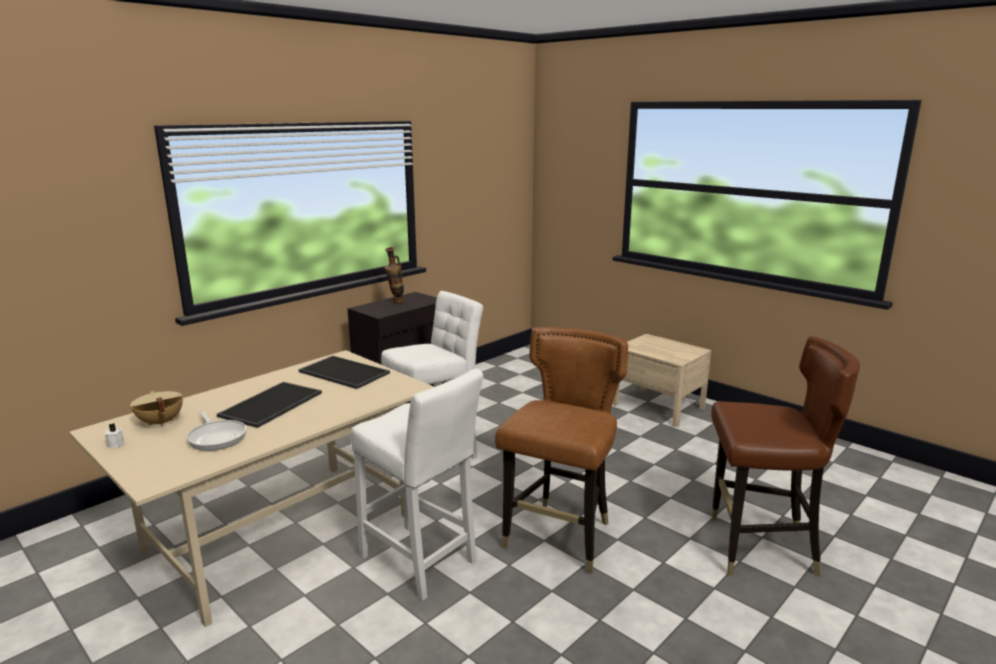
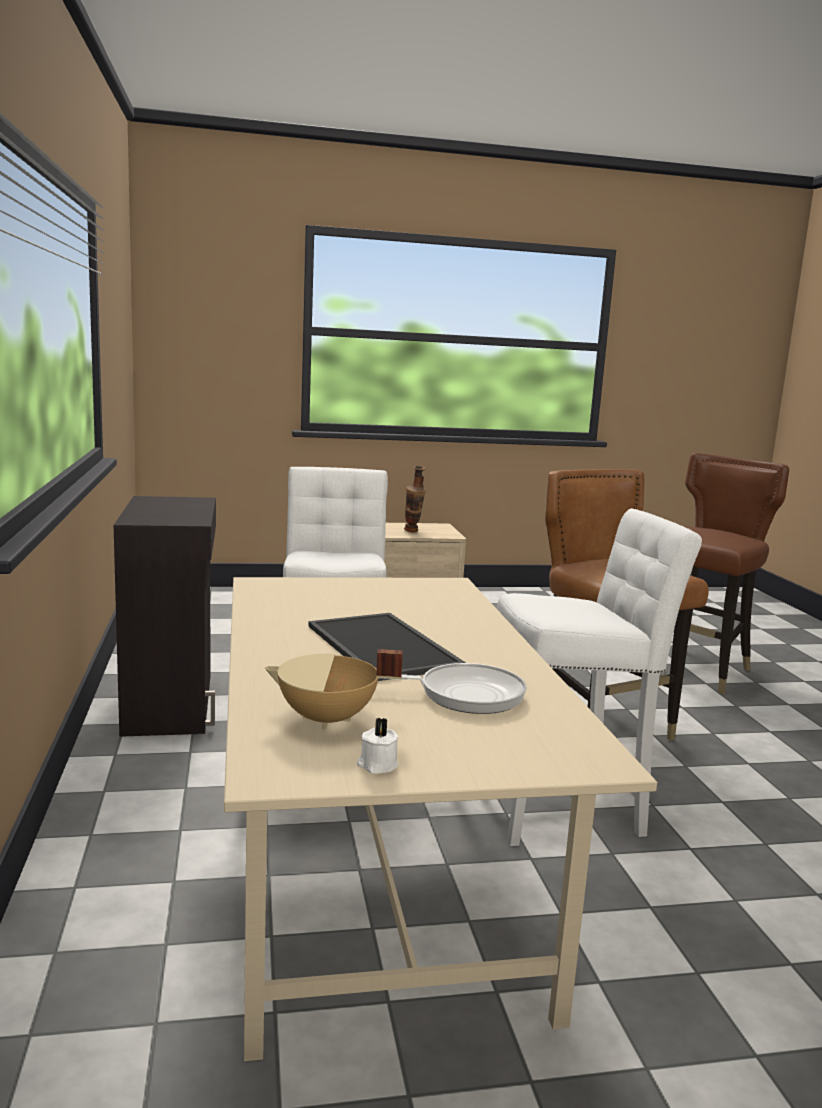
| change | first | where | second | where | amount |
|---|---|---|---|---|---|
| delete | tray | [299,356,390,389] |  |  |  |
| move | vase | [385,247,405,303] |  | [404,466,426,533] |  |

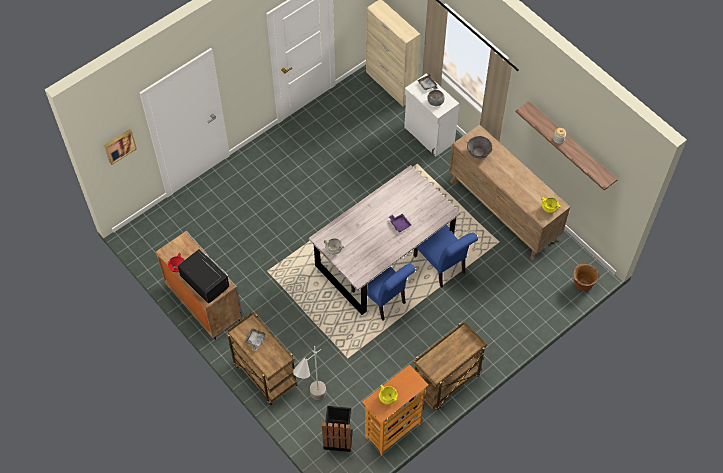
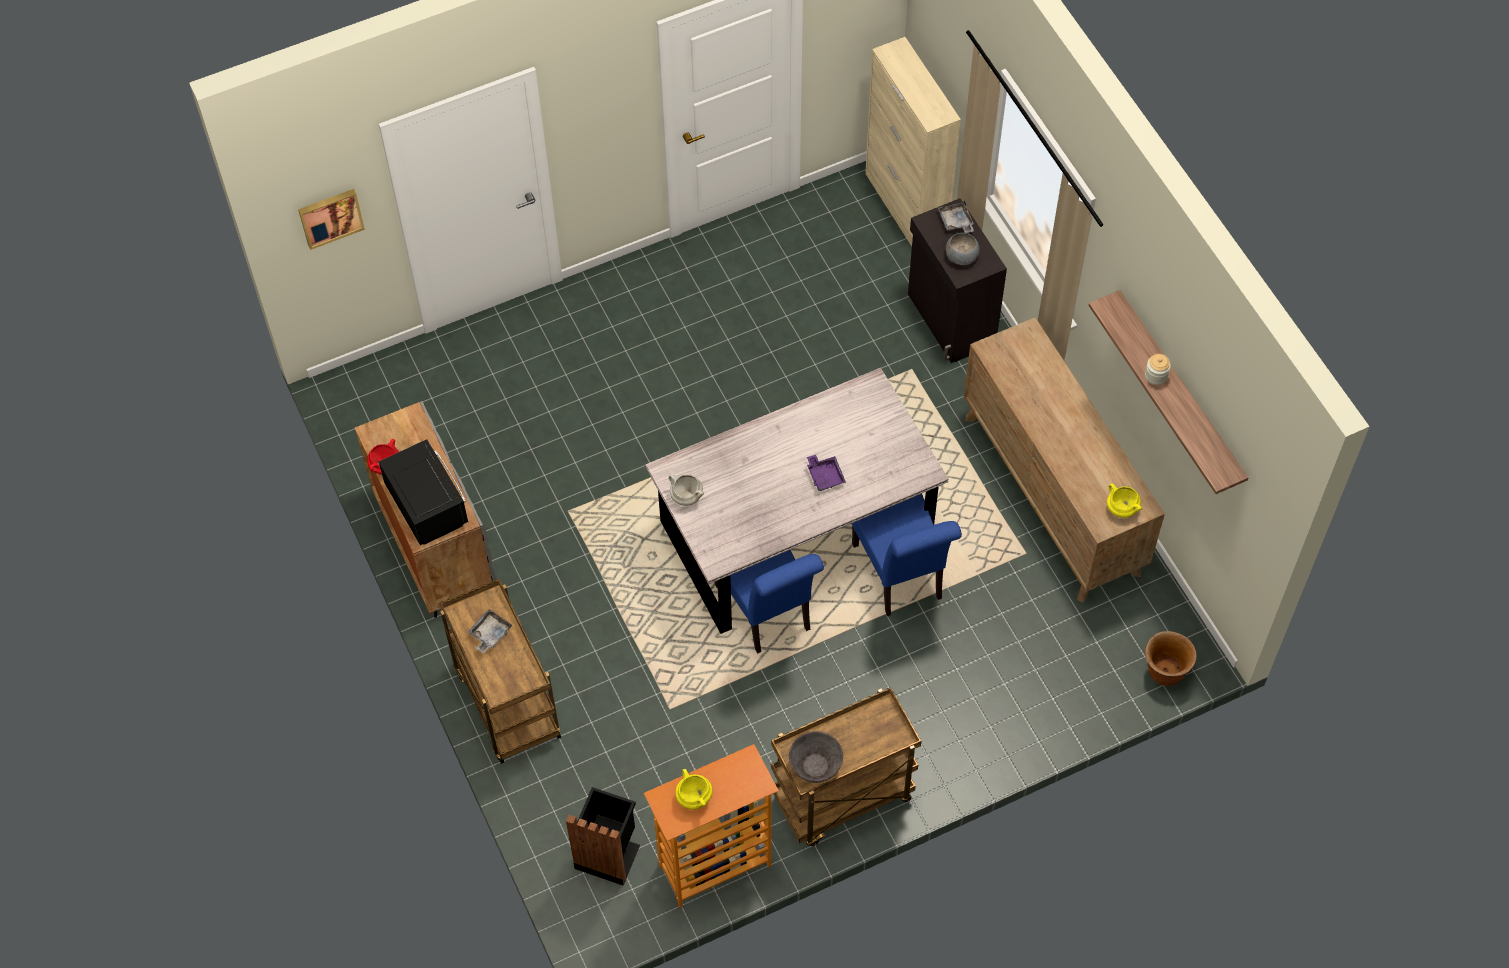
| change | first | where | second | where | amount |
|---|---|---|---|---|---|
| delete | gray standing lamp | [293,346,326,400] |  |  |  |
| move | gray bowl | [467,136,492,159] |  | [789,731,843,783] |  |
| recolor | white-coloured cabinet | [404,74,459,157] | black-coloured cabinet | [908,198,1007,363] |  |

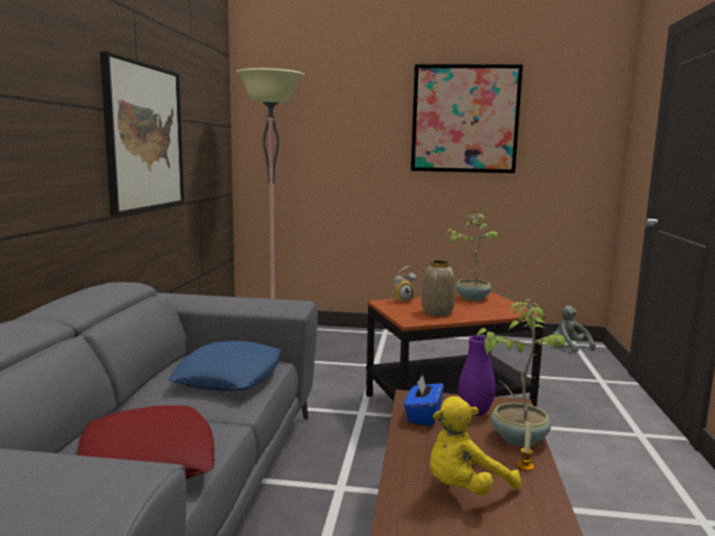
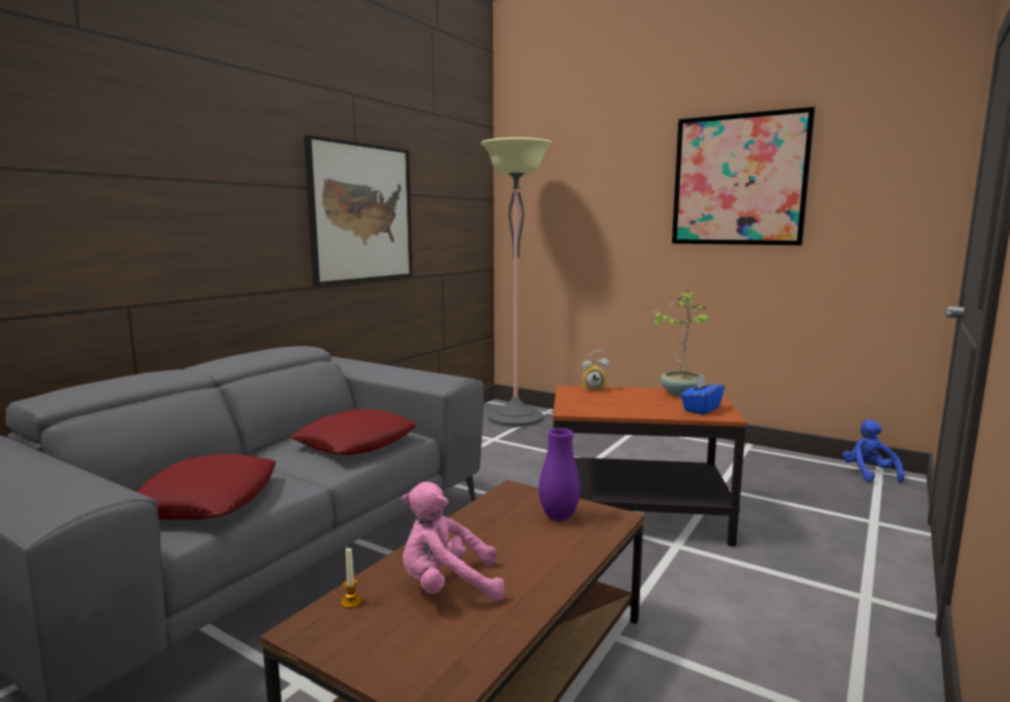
| change | first | where | second | where | amount |
|---|---|---|---|---|---|
| delete | vase | [422,260,455,316] |  |  |  |
| delete | potted plant | [476,299,569,447] |  |  |  |
| move | blue-coloured tissue holder | [404,374,444,426] |  | [681,374,724,415] |  |
| move | candle | [517,422,534,471] |  | [341,547,362,608] |  |
| recolor | blue-coloured pillow | [169,341,282,391] | red pillow | [291,409,417,455] |  |
| recolor | yellow-coloured plush toy | [430,396,521,496] | pink-coloured plush toy | [402,482,504,601] |  |
| recolor | gray plush toy | [552,305,595,353] | blue-coloured plush toy | [842,419,904,483] |  |

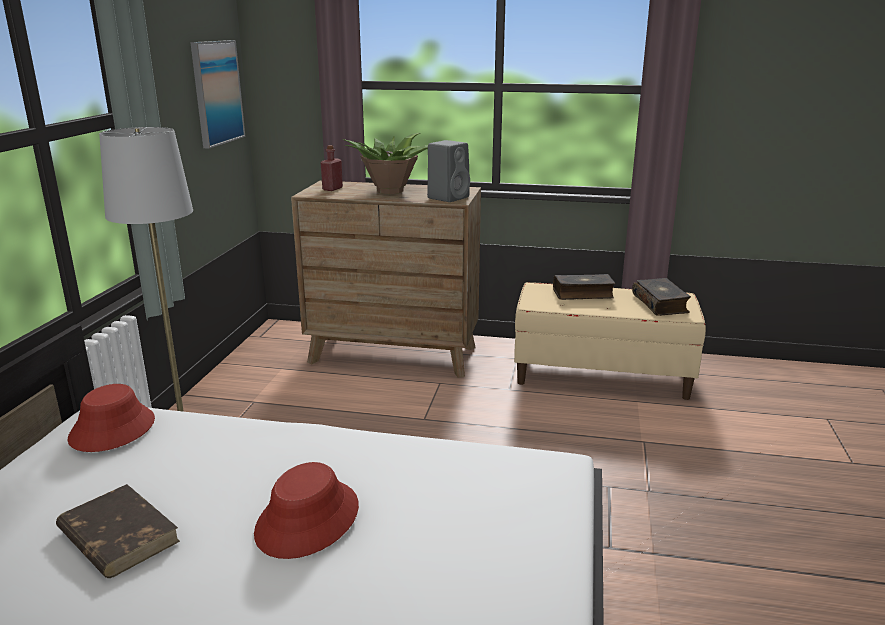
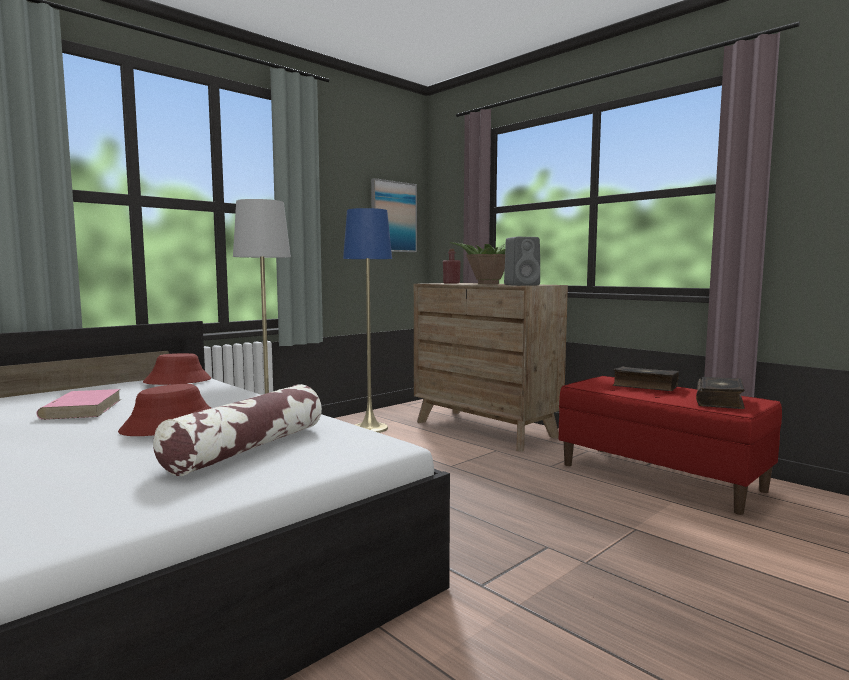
| change | first | where | second | where | amount |
|---|---|---|---|---|---|
| insert |  |  | pillow | [153,384,322,476] |  |
| insert |  |  | blue-coloured standing lamp | [343,208,392,433] |  |
| recolor | brown bound book | [56,484,180,578] | pink-coloured bound book | [36,389,121,420] |  |
| recolor | beige indoor bench | [514,282,706,400] | red indoor bench | [559,376,782,515] |  |

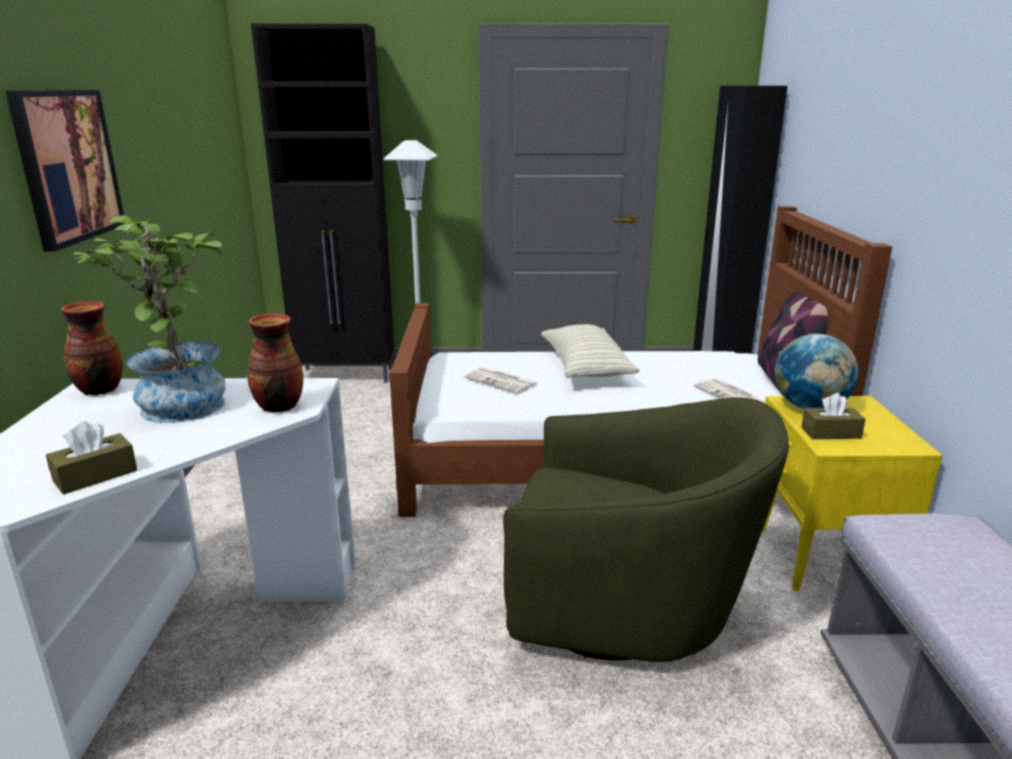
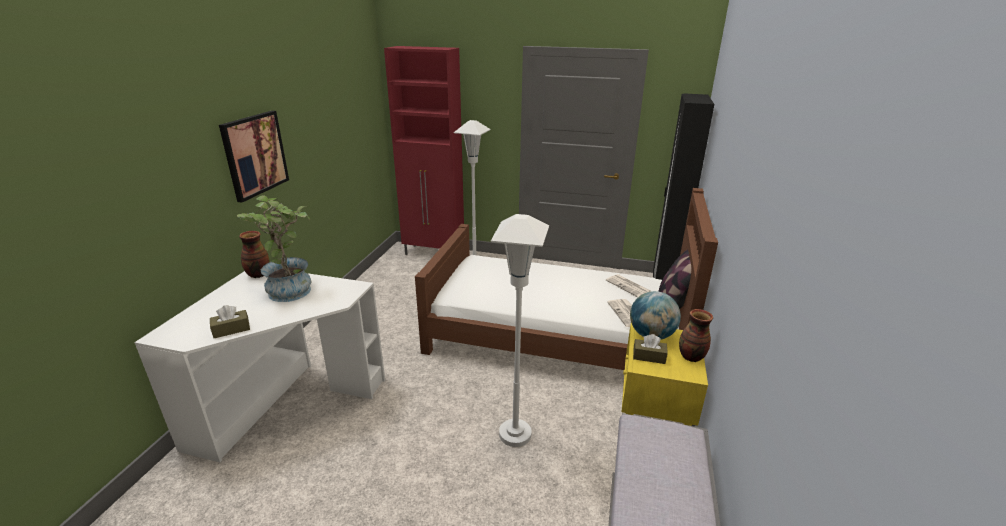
| change | first | where | second | where | amount |
|---|---|---|---|---|---|
| delete | pillow | [541,324,639,378] |  |  |  |
| move | vase | [248,314,303,413] |  | [679,309,713,362] |  |
| move | newspaper | [464,367,538,394] |  | [606,274,651,297] |  |
| replace | green armchair | [503,397,789,662] | white-coloured standing lamp | [491,214,549,447] |  |
| recolor | black-coloured cabinet | [251,24,394,382] | red cabinet | [384,46,464,255] |  |

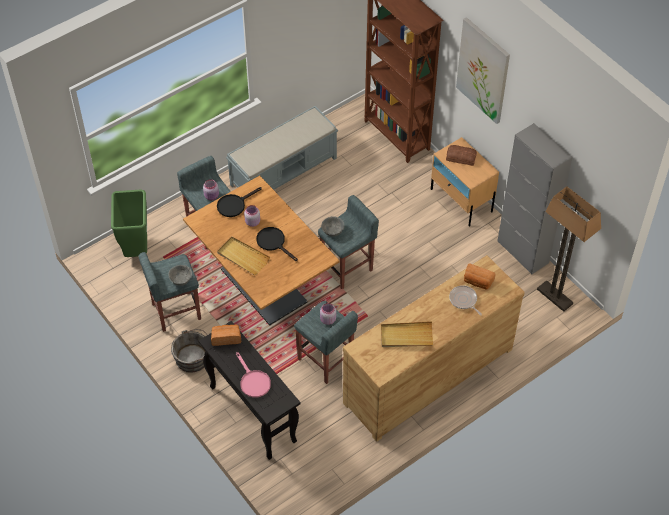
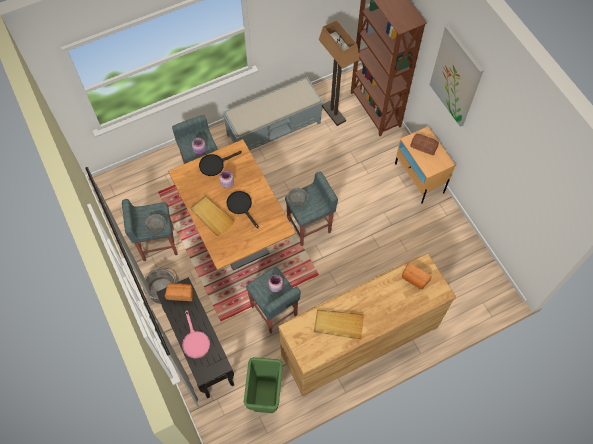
| change | first | where | second | where | amount |
|---|---|---|---|---|---|
| delete | frying pan | [449,285,482,316] |  |  |  |
| delete | gray cabinet | [497,123,573,275] |  |  |  |
| move | green trash can | [111,190,147,257] |  | [244,357,283,413] |  |
| move | standing lamp | [537,186,601,312] |  | [319,20,360,126] |  |

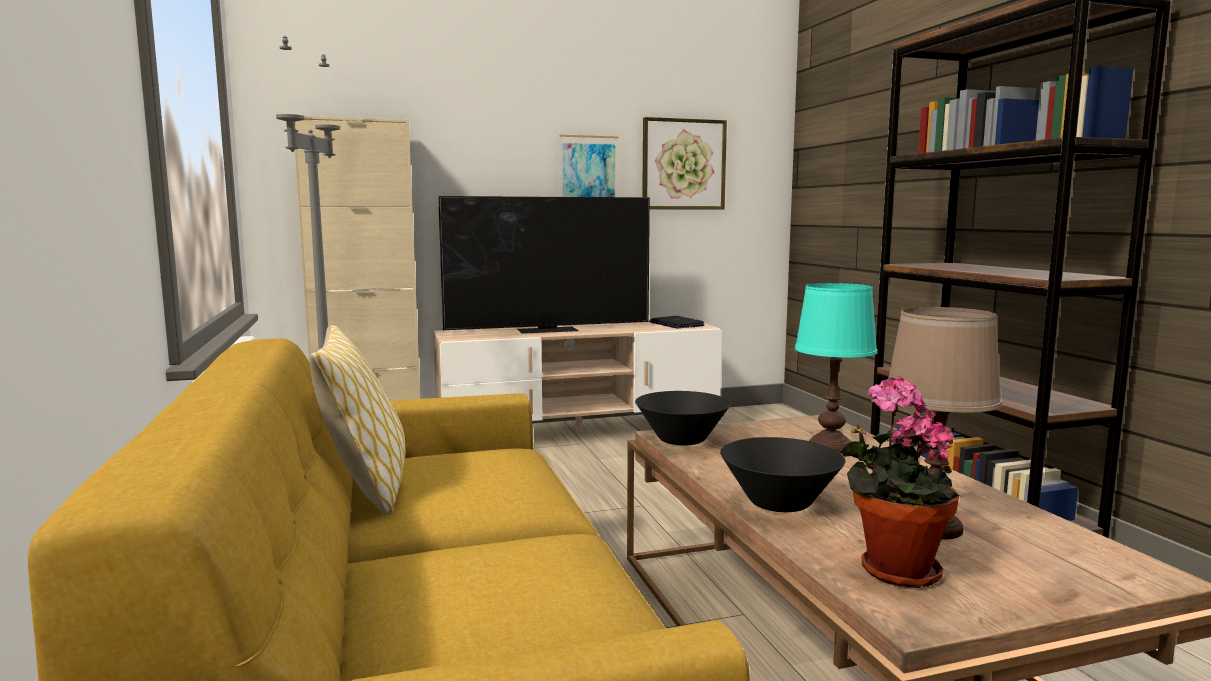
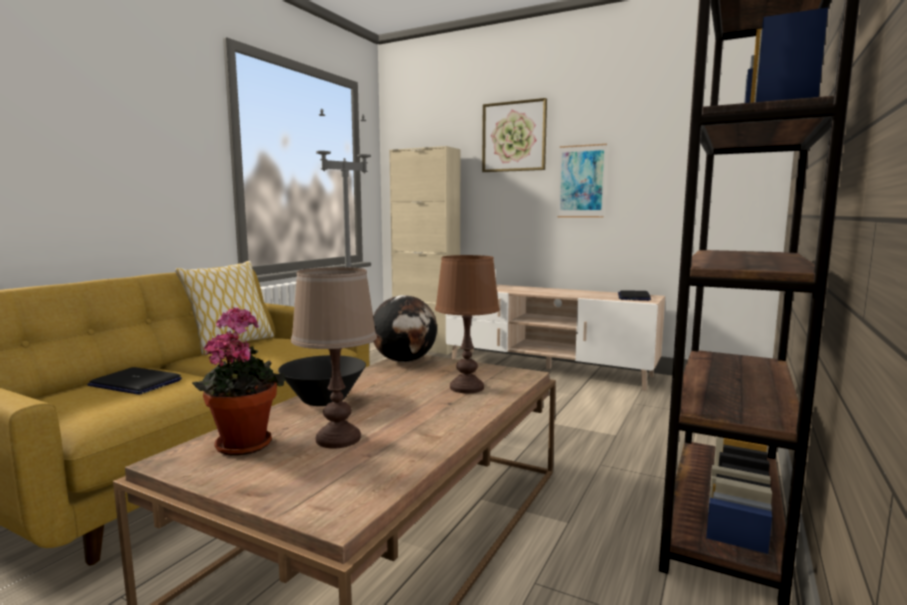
| change | first | where | second | where | amount |
|---|---|---|---|---|---|
| delete | TV | [438,196,650,334] |  |  |  |
| insert |  |  | laptop | [87,367,182,395] |  |
| move | picture | [642,117,727,210] |  | [482,98,547,172] |  |
| replace | black-coloured bowl | [635,391,731,445] | desk globe | [373,295,437,362] |  |
| recolor | turquoise-coloured lamp for a table | [795,283,878,452] | brown lamp for a table | [435,255,500,393] |  |

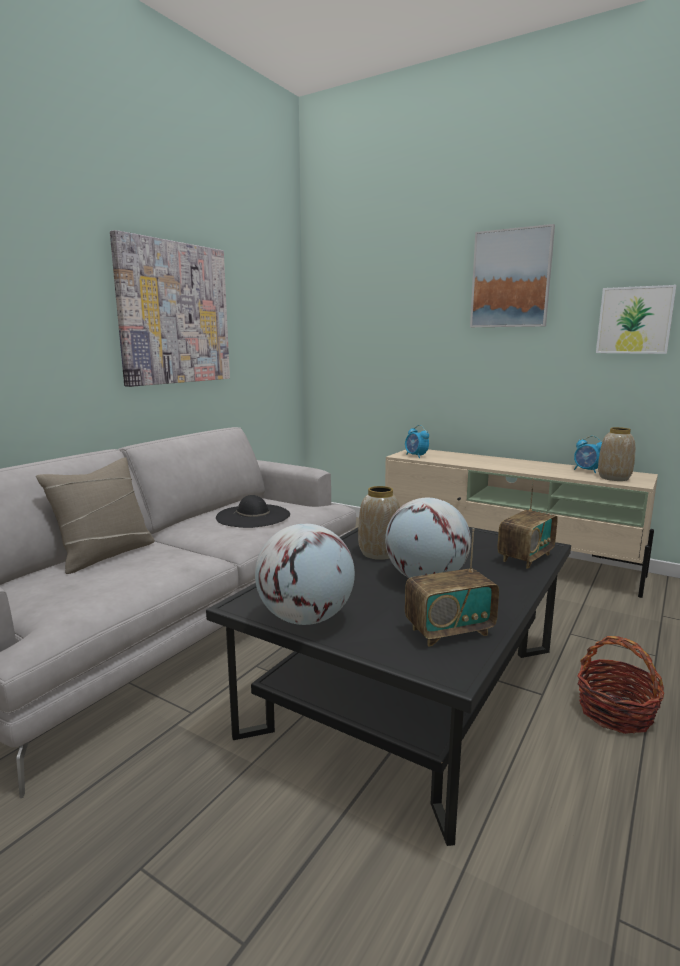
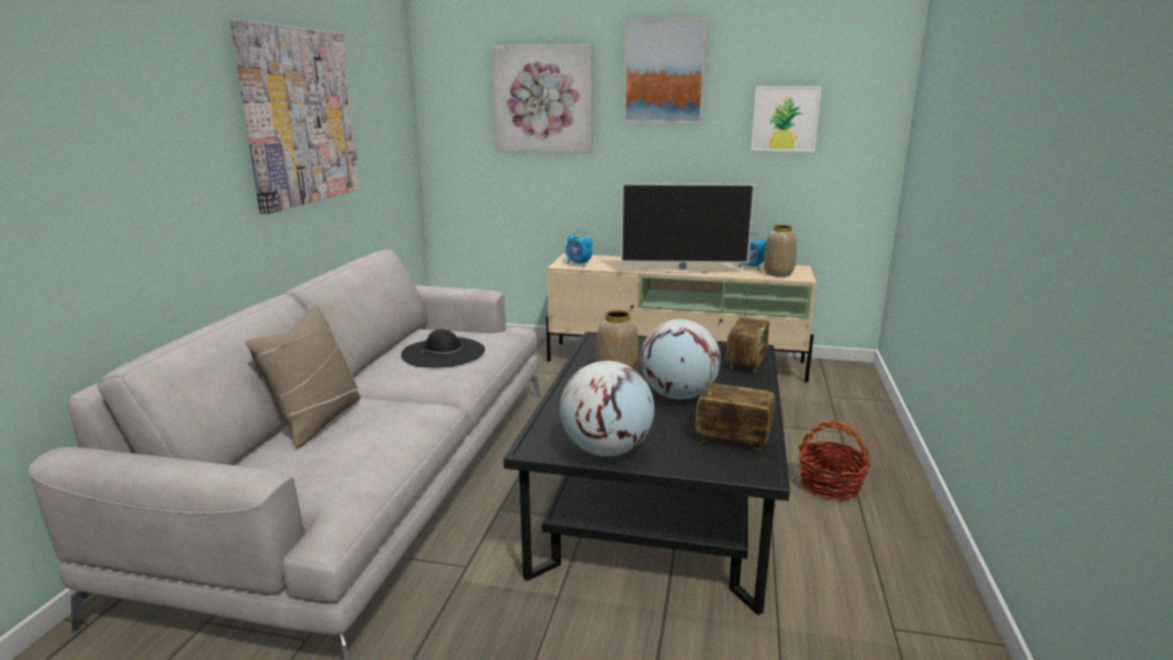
| change | first | where | second | where | amount |
|---|---|---|---|---|---|
| insert |  |  | picture | [491,44,593,153] |  |
| insert |  |  | TV | [621,183,755,274] |  |
| rotate | radio set | [405,528,499,647] |  | [695,356,775,451] | 120 degrees counterclockwise |

